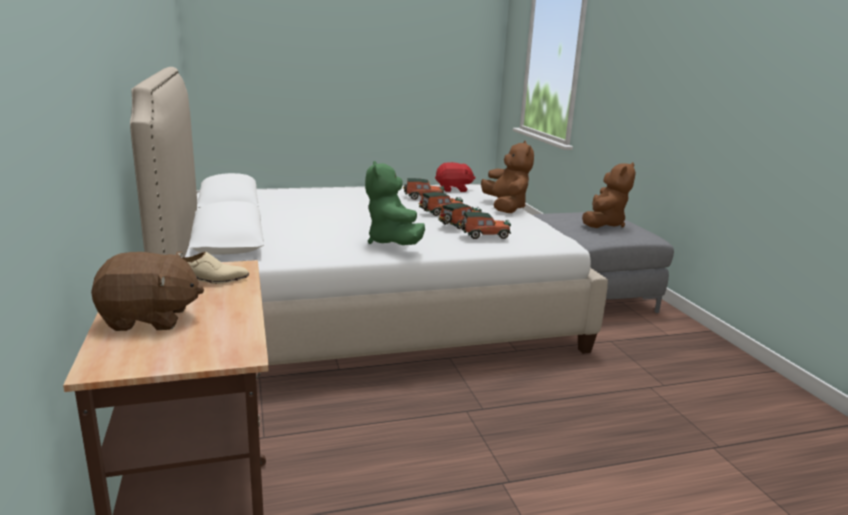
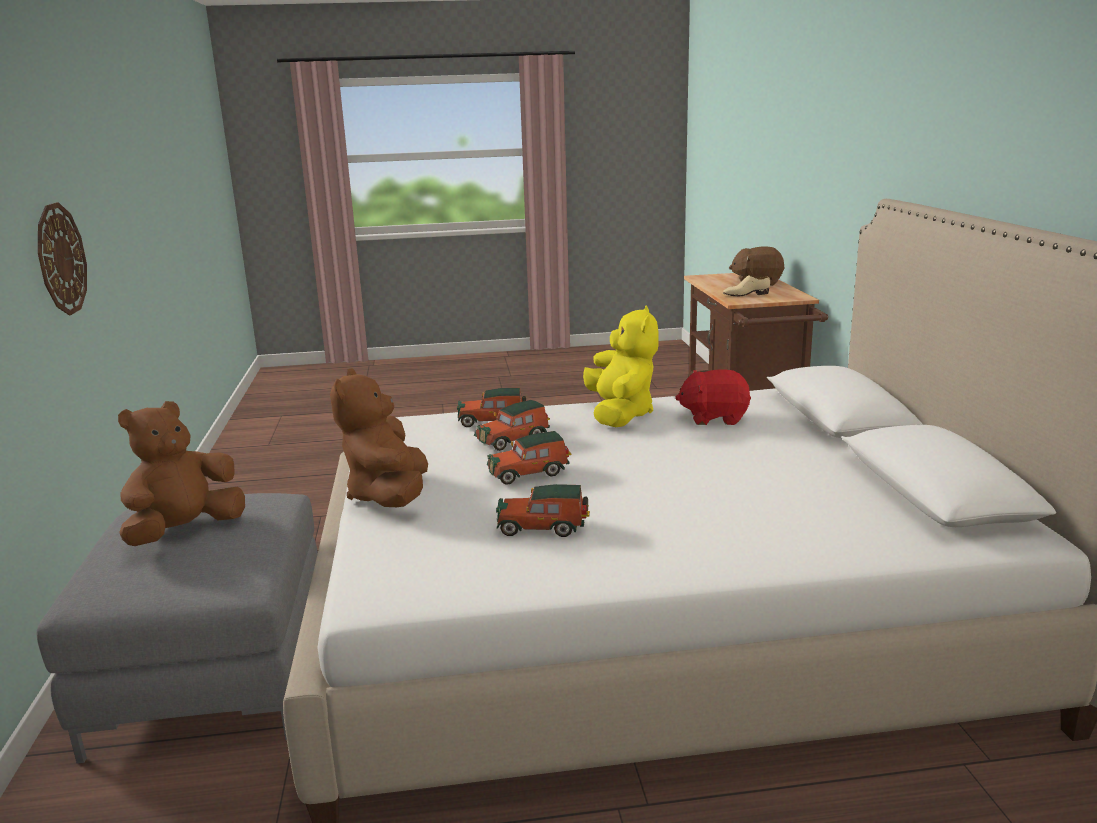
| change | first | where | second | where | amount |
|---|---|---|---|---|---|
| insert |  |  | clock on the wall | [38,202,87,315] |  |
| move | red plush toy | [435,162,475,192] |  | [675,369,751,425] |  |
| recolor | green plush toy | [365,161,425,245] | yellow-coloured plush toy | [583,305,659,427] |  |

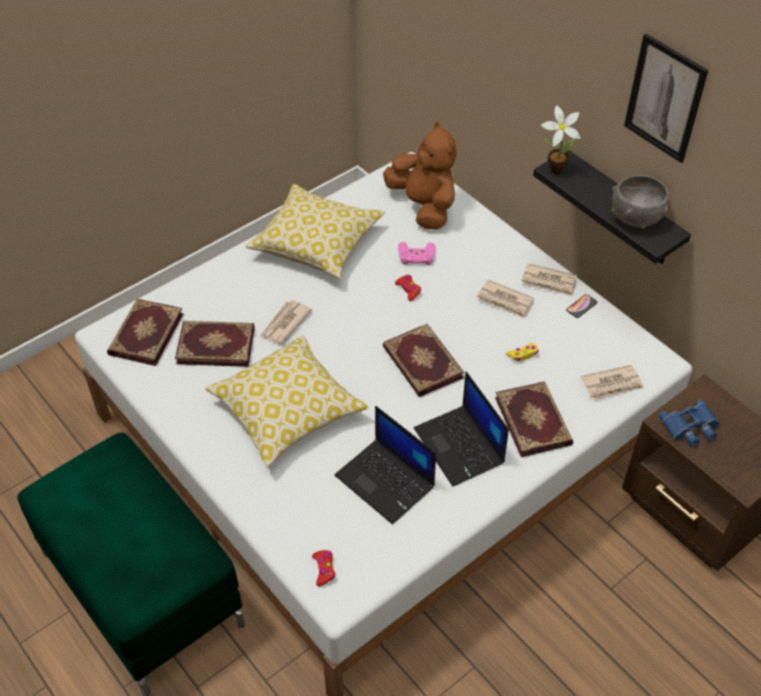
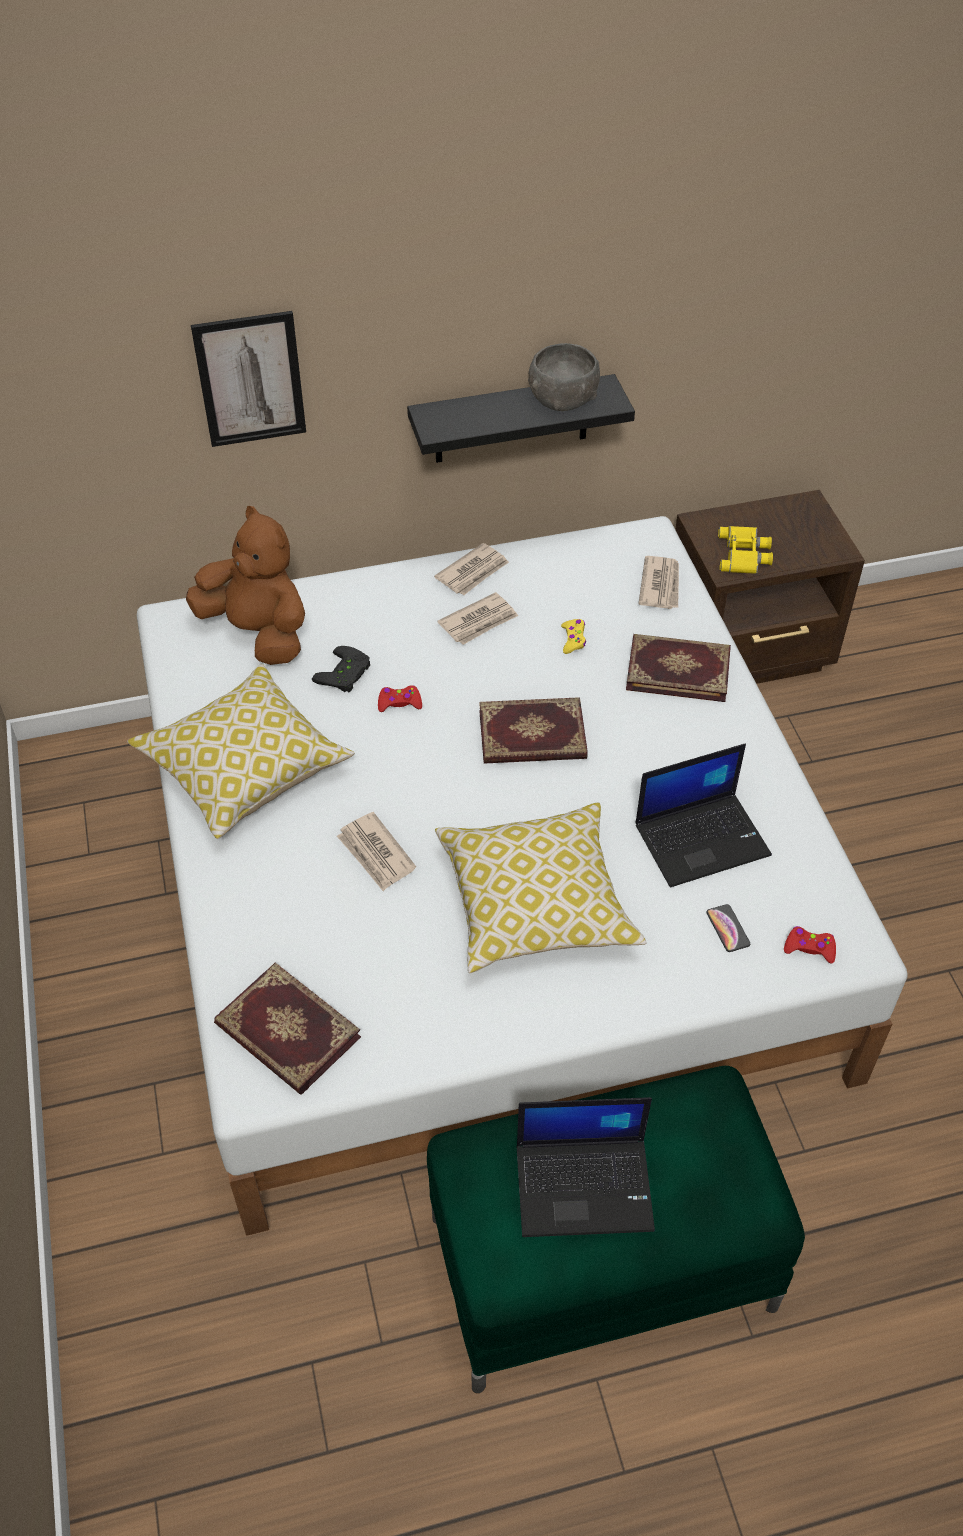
| change | first | where | second | where | amount |
|---|---|---|---|---|---|
| delete | bound book | [175,321,254,367] |  |  |  |
| delete | potted plant | [541,106,581,174] |  |  |  |
| move | laptop | [414,372,509,487] |  | [517,1097,655,1237] |  |
| move | handset | [566,294,597,318] |  | [706,904,750,952] |  |
| move | picture | [624,34,708,163] |  | [191,311,306,447] |  |
| recolor | pink-coloured game controller | [398,242,436,265] | black-coloured game controller | [312,646,370,692] |  |
| recolor | blue-coloured pair of binoculars | [659,400,720,447] | yellow-coloured pair of binoculars | [718,526,773,574] |  |
| rotate | brown plush toy | [383,122,456,230] |  | [186,506,305,665] | 45 degrees clockwise |

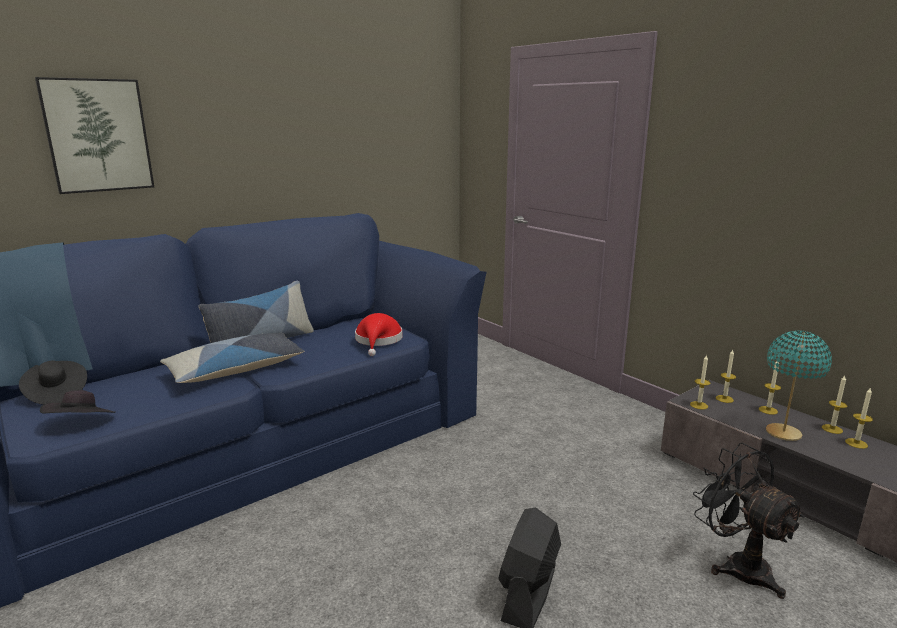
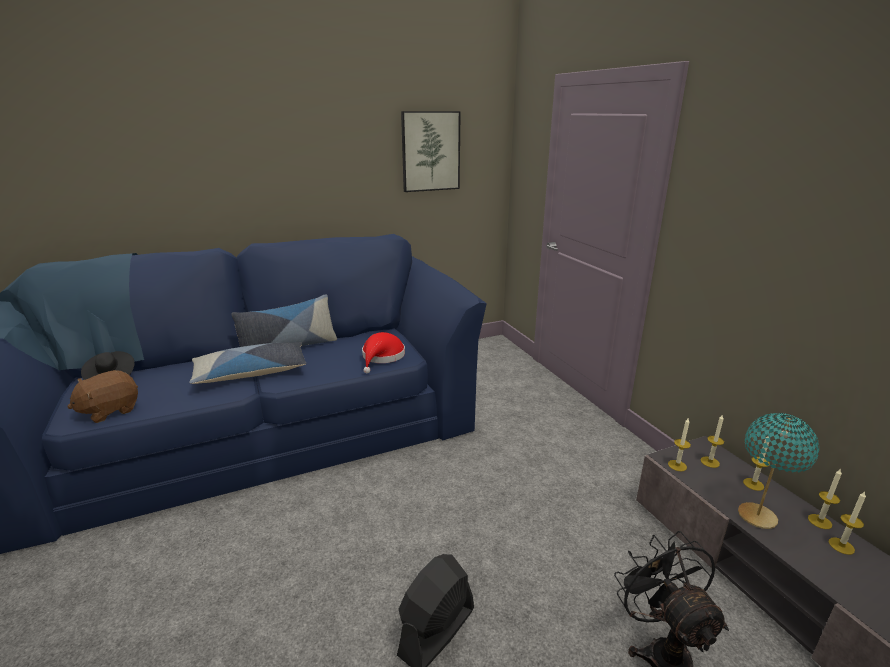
| change | first | where | second | where | amount |
|---|---|---|---|---|---|
| move | picture | [35,77,154,194] |  | [401,111,461,192] |  |
| replace | black-coloured hat | [40,390,115,414] | brown plush toy | [67,370,138,423] |  |

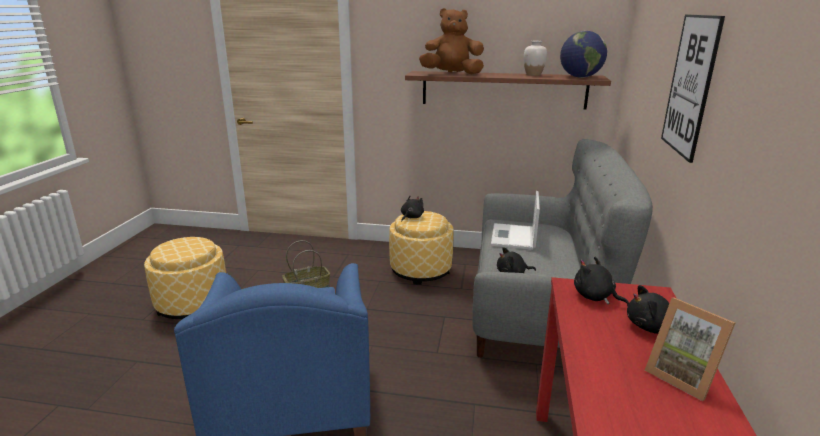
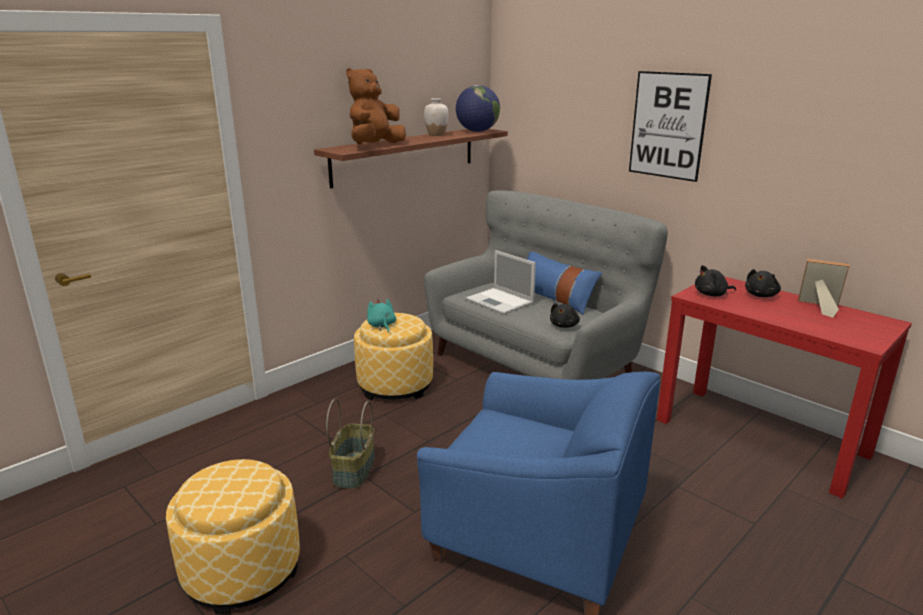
| change | first | where | second | where | amount |
|---|---|---|---|---|---|
| insert |  |  | blue-coloured pillow | [527,252,602,315] |  |
| recolor | black-coloured plush toy | [401,196,424,222] | turquoise-coloured plush toy | [367,299,396,333] |  |
| rotate | picture frame | [645,298,735,401] |  | [798,259,849,318] | 150 degrees counterclockwise |

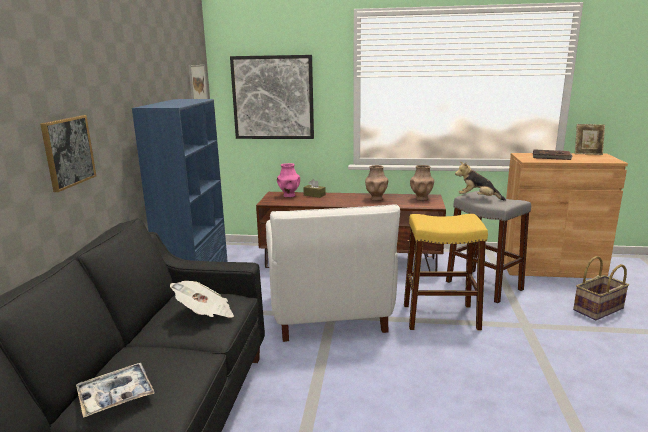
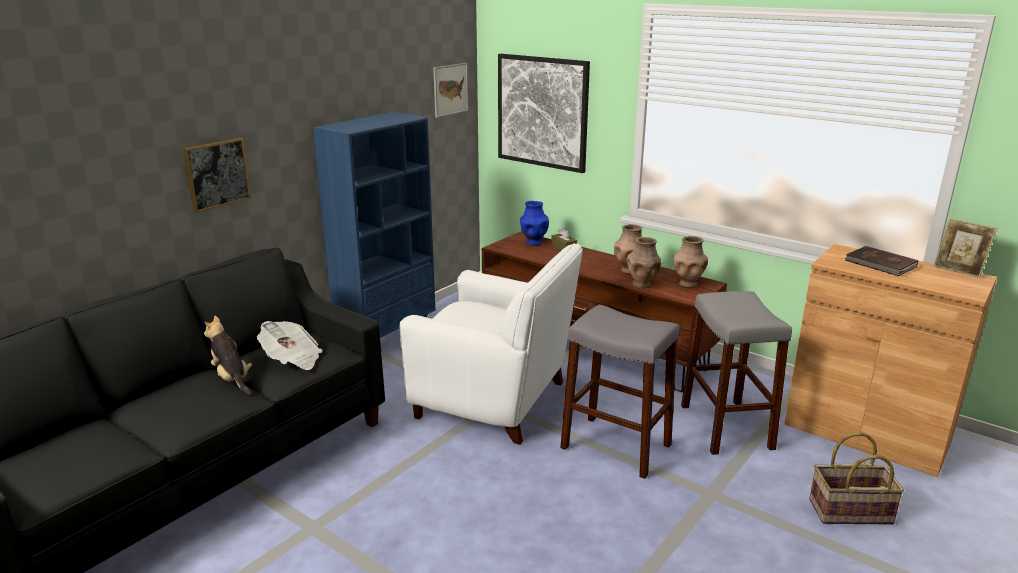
| change | first | where | second | where | amount |
|---|---|---|---|---|---|
| delete | tray | [76,363,155,418] |  |  |  |
| insert |  |  | brown vase | [627,237,661,289] |  |
| move | plush toy | [455,162,506,201] |  | [204,316,252,395] |  |
| recolor | pink-coloured vase | [277,163,300,198] | blue-coloured vase | [520,201,549,245] |  |
| recolor | yellow-coloured stool | [404,214,488,330] | gray stool | [560,304,680,479] |  |
| rotate | white-coloured armchair | [266,204,400,342] |  | [399,243,583,445] | 90 degrees counterclockwise |

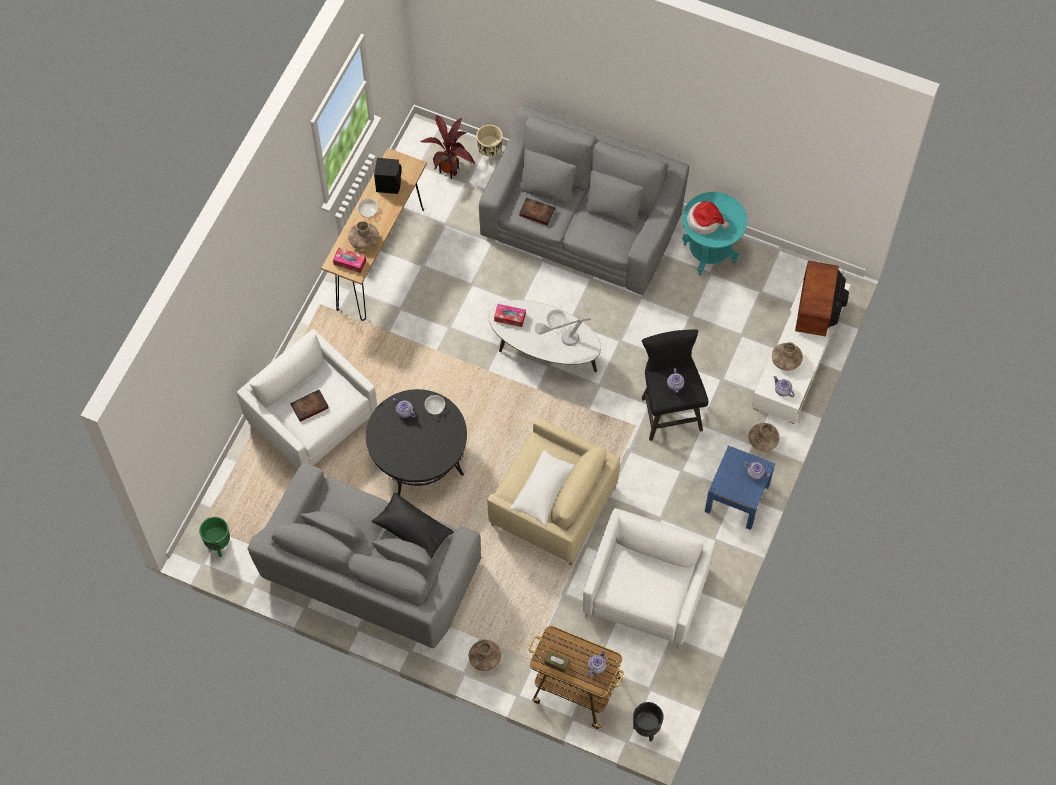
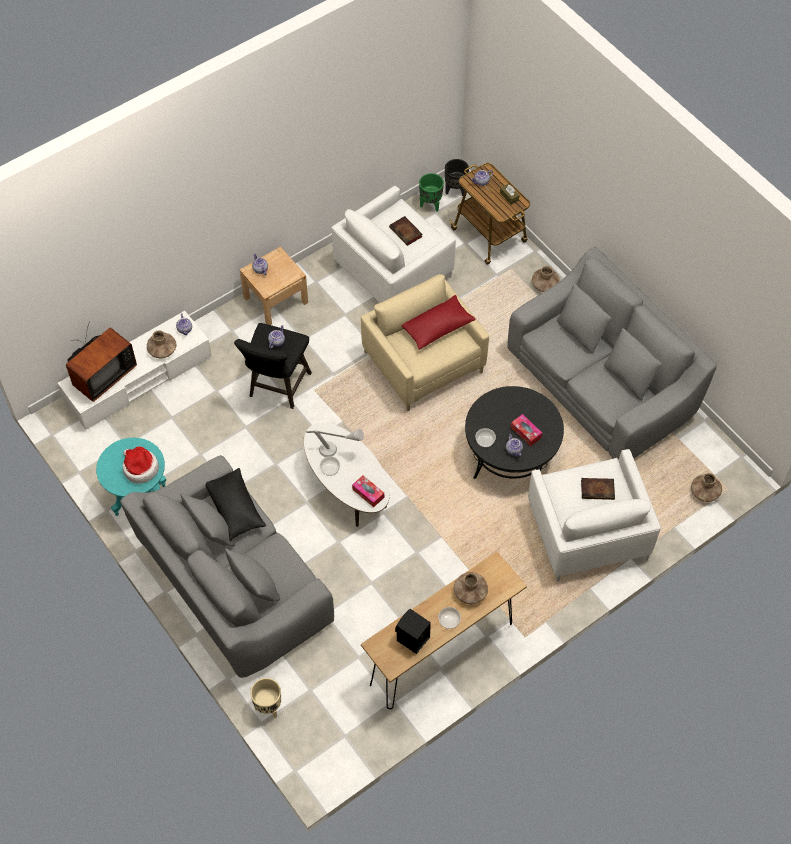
| change | first | where | second | where | amount |
|---|---|---|---|---|---|
| delete | potted plant | [420,114,475,179] |  |  |  |
| move | green planter | [199,517,230,557] |  | [419,173,444,212] |  |
| move | tissue holder | [333,247,366,273] |  | [511,414,542,446] |  |
| move | black-coloured pillow | [371,492,454,559] |  | [205,468,266,541] |  |
| move | bound book | [519,198,555,225] |  | [389,216,422,246] |  |
| move | brown vase | [748,423,780,451] |  | [691,473,722,502] |  |
| recolor | white-coloured pillow | [510,450,574,525] | red pillow | [401,295,476,350] |  |
| recolor | blue-coloured night table | [705,446,775,530] | beige night table | [240,247,308,325] |  |

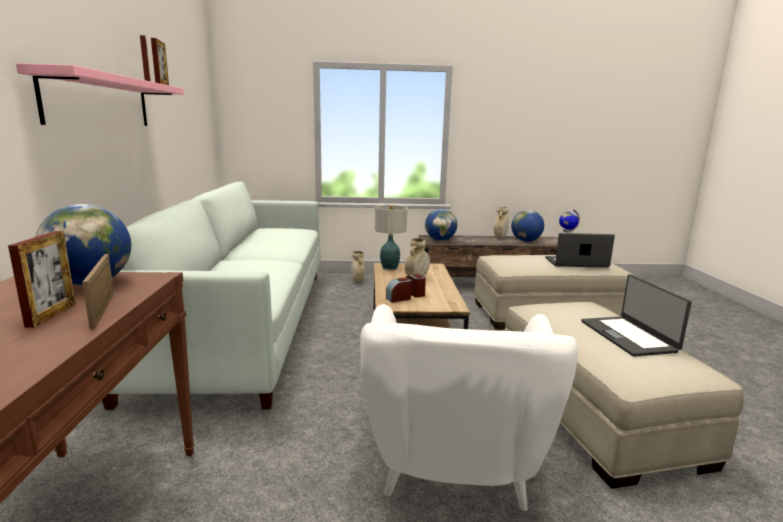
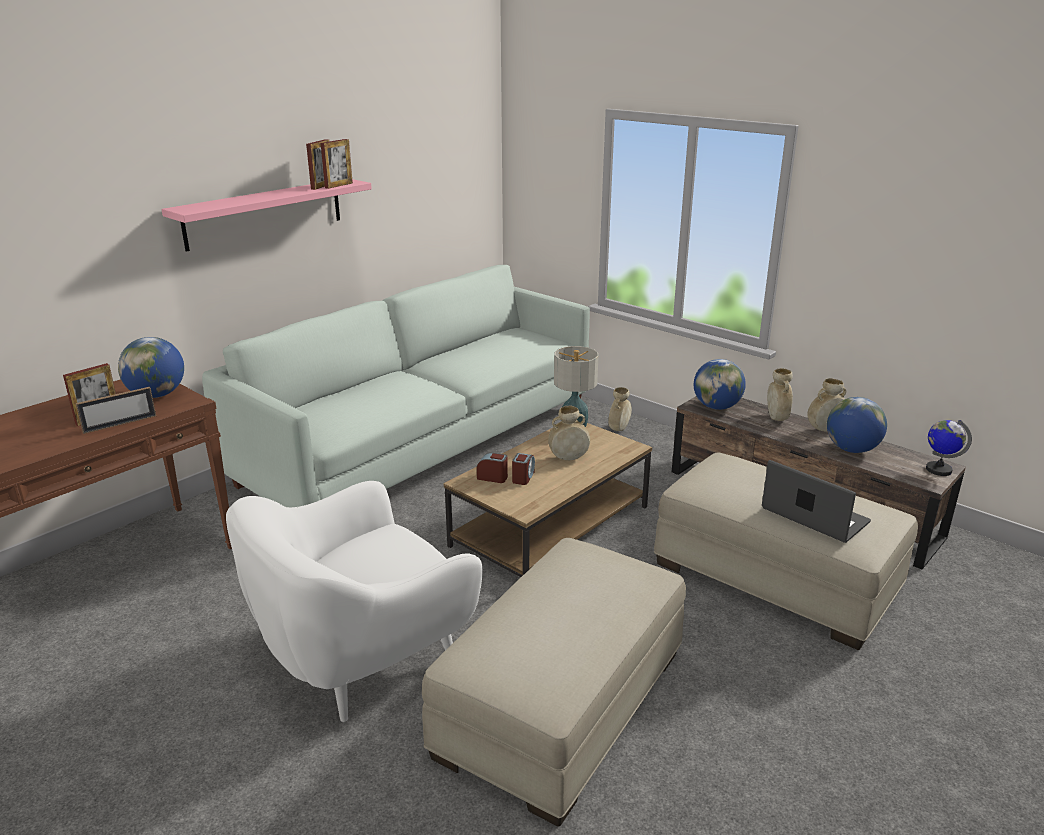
| change | first | where | second | where | amount |
|---|---|---|---|---|---|
| delete | laptop | [581,274,692,357] |  |  |  |
| insert |  |  | beige vase | [767,368,793,421] |  |
| rotate | picture frame | [82,254,114,330] |  | [75,387,156,434] | 150 degrees counterclockwise |

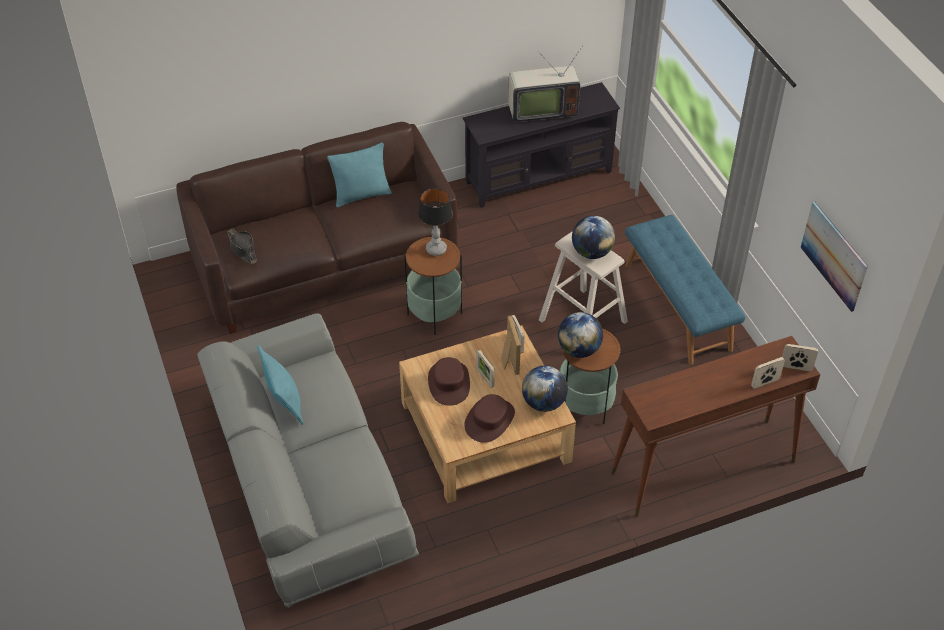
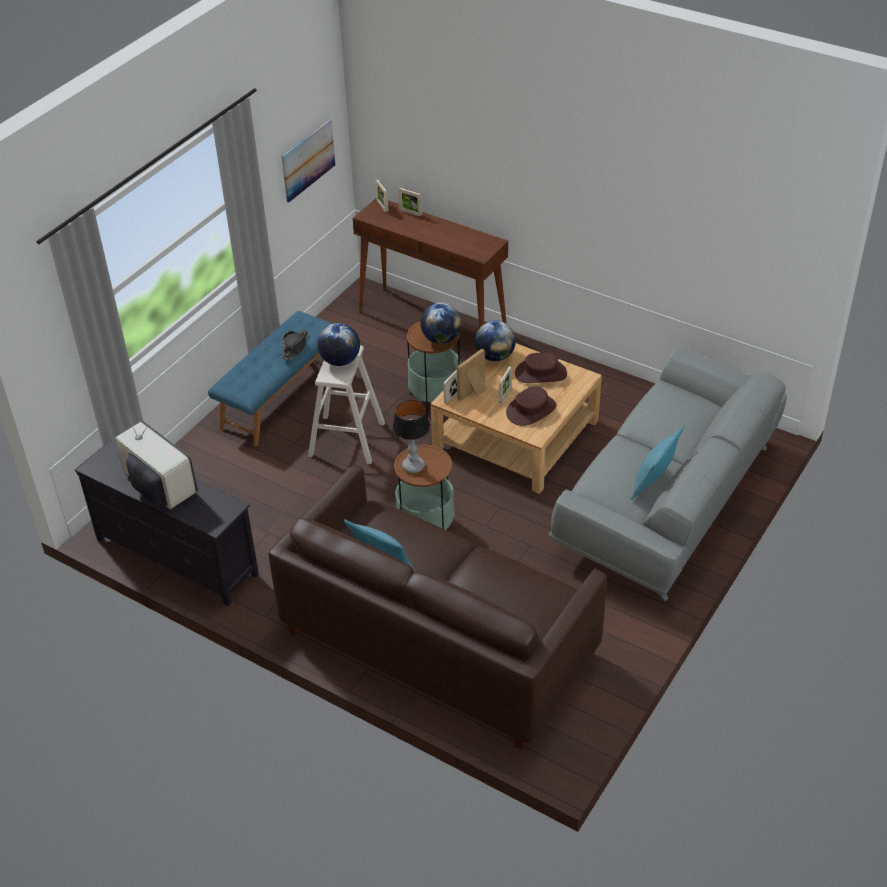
| change | first | where | second | where | amount |
|---|---|---|---|---|---|
| move | black-coloured hat | [227,229,257,264] |  | [282,330,308,360] |  |

